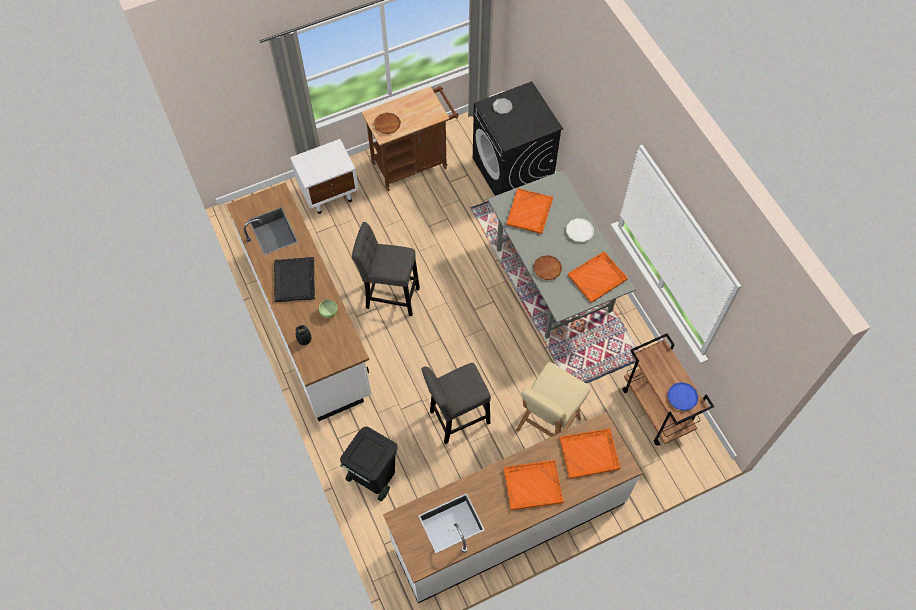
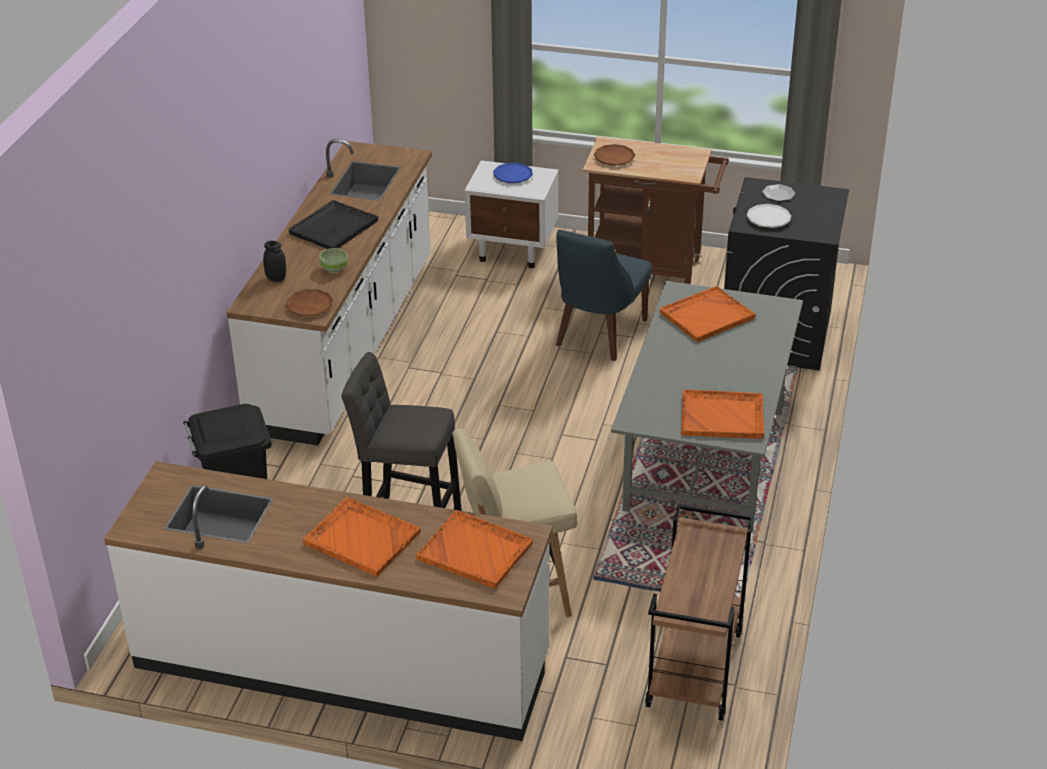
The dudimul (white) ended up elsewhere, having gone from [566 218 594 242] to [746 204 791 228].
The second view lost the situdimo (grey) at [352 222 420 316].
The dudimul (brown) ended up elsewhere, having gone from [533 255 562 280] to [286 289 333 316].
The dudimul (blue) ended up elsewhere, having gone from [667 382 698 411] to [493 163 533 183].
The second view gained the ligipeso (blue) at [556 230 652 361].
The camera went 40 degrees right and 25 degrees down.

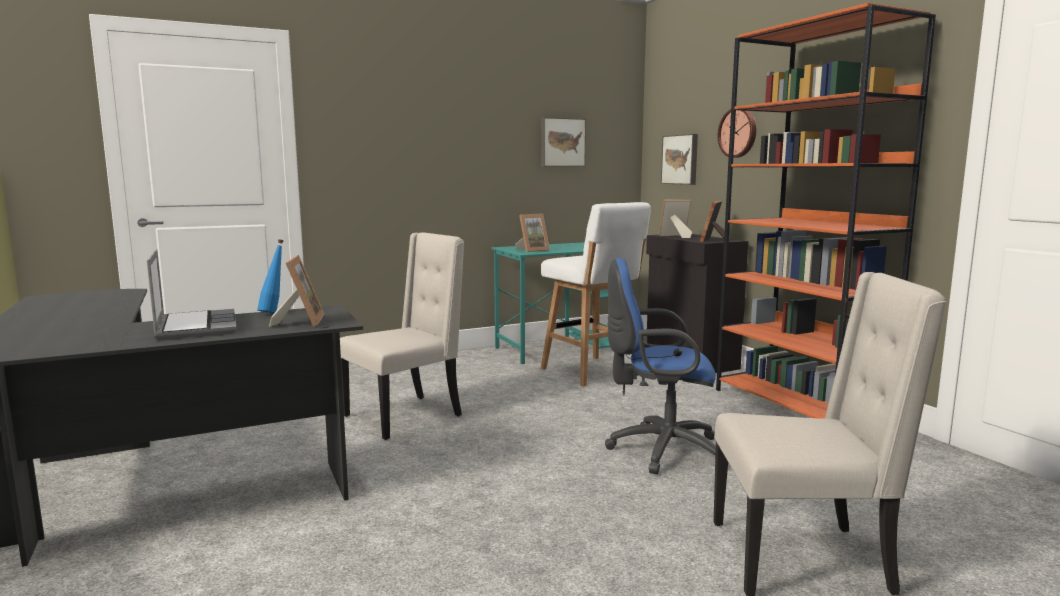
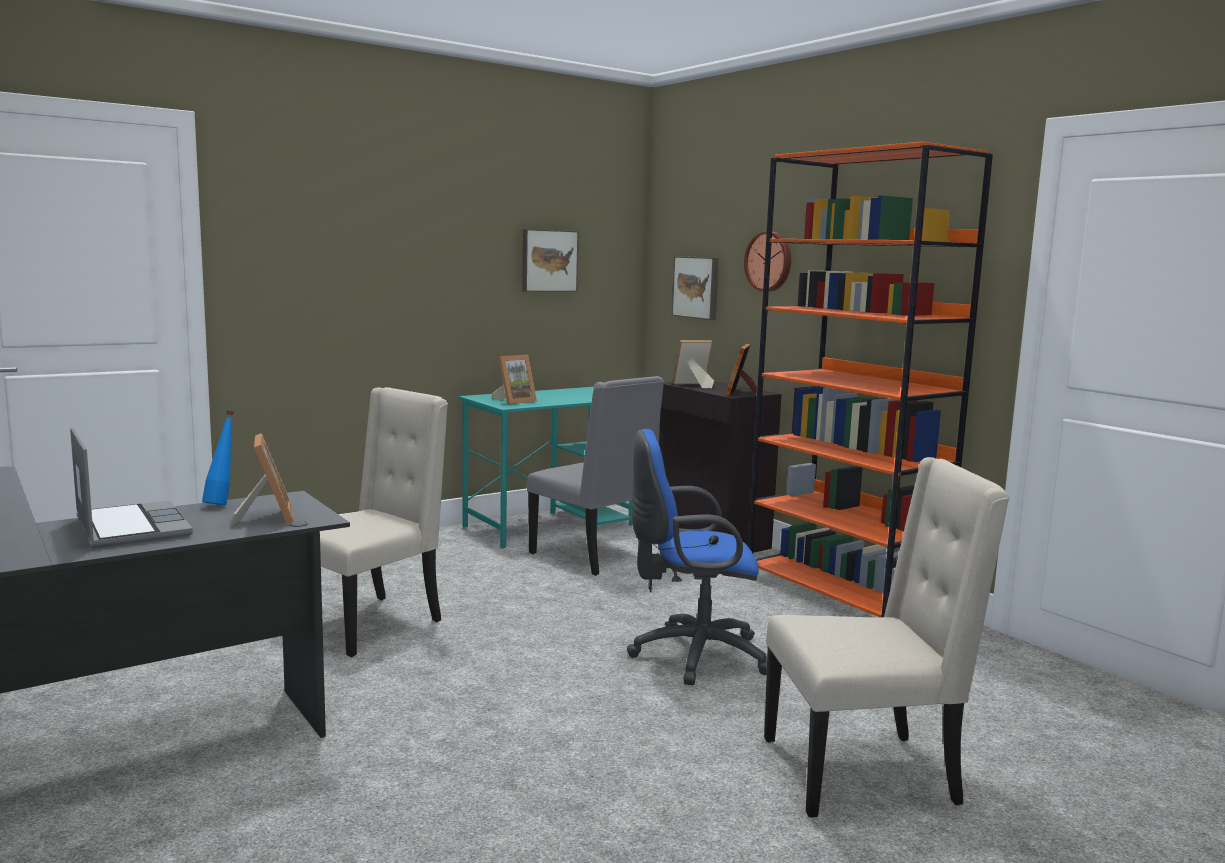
Where the situdimo (white) stood at [540 202 651 386], the ligipeso (grey) came to stand at [527 376 664 576].
The camera went 10 degrees left and 0 degrees up.

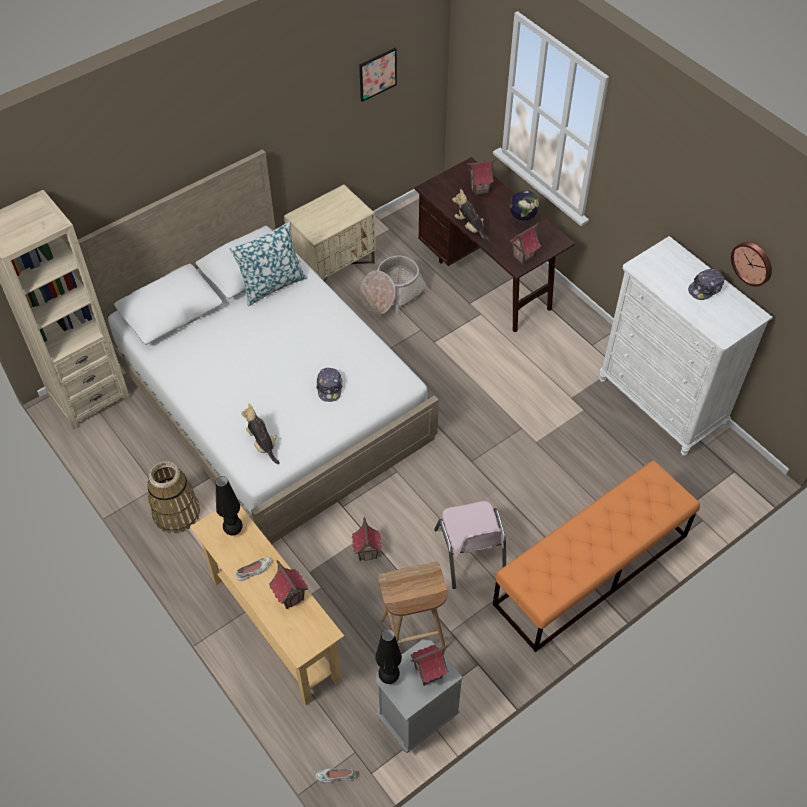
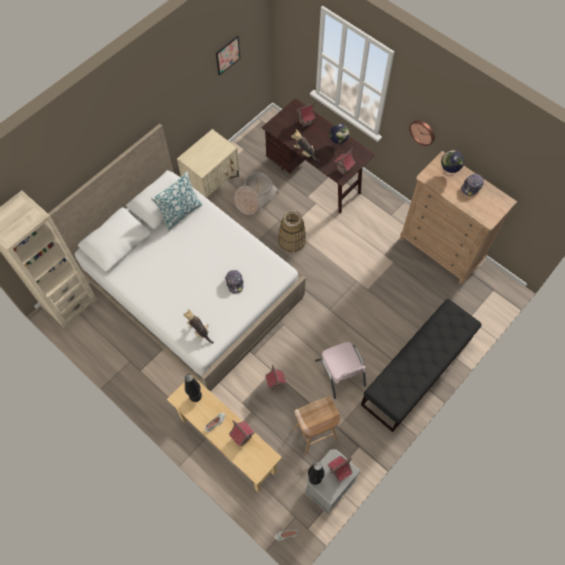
What was the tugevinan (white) at [599 236 773 456] turned into the tugevinan (brown) at [400 151 517 284].
The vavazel ended up elsewhere, having gone from [731 242 772 287] to [409 120 435 146].
The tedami ended up elsewhere, having gone from [147 461 200 533] to [278 210 306 253].
What was the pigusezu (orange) at [493 461 700 652] turned into the pigusezu (black) at [361 299 481 432].
The second view gained the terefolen at [441 150 464 176].
The camera went 10 degrees left and 10 degrees up.

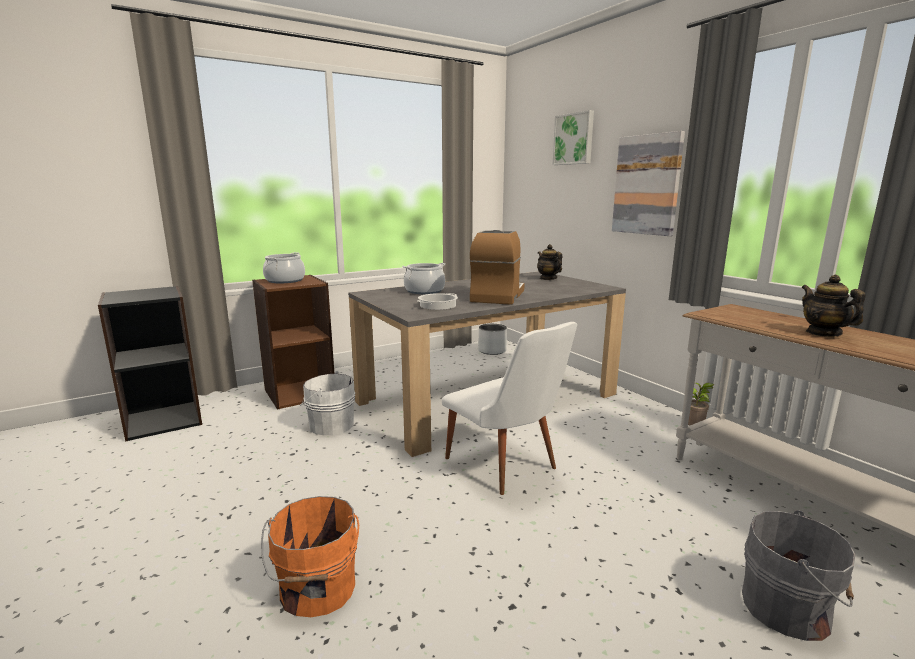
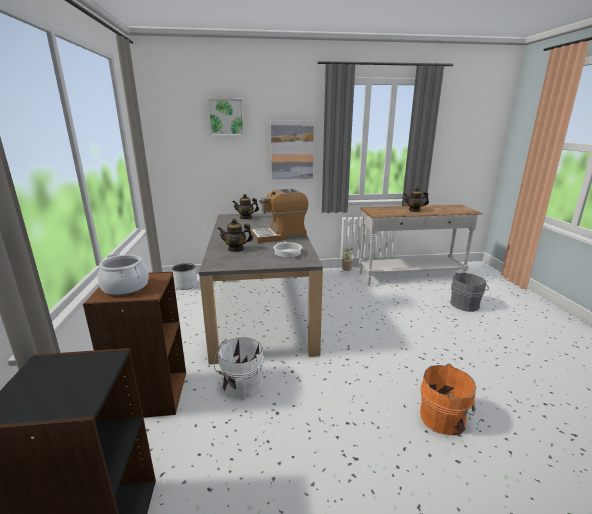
The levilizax at [469 230 525 305] ended up facing another way, 60 degrees counterclockwise from before.
Where the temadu stood at [402 263 446 294], the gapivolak came to stand at [217 219 253 252].
The second view lost the ligipeso (white) at [442 322 577 495].
The camera went 65 degrees left and 5 degrees up.

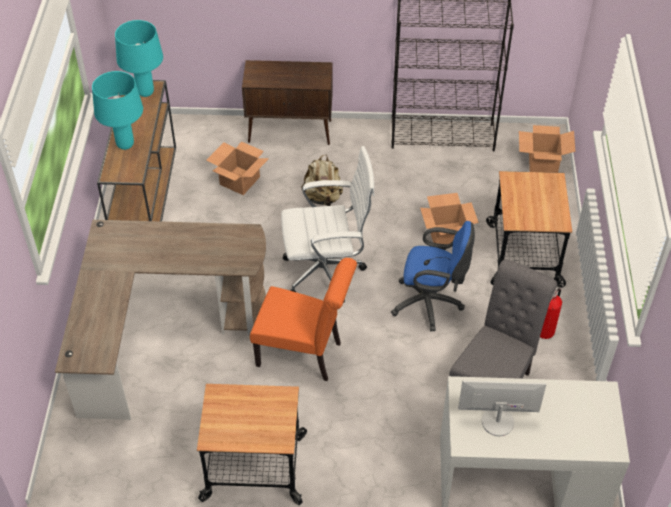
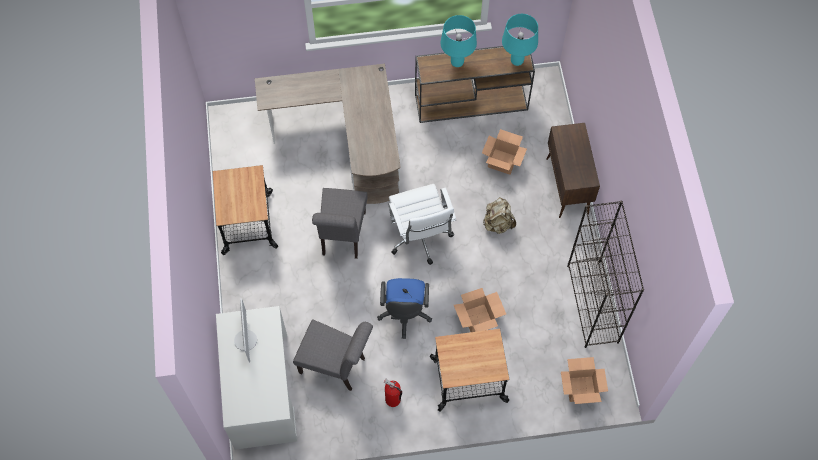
What was the ligipeso (orange) at [250 258 357 381] turned into the ligipeso (grey) at [312 188 367 259].
The camera went 80 degrees right and 15 degrees up.

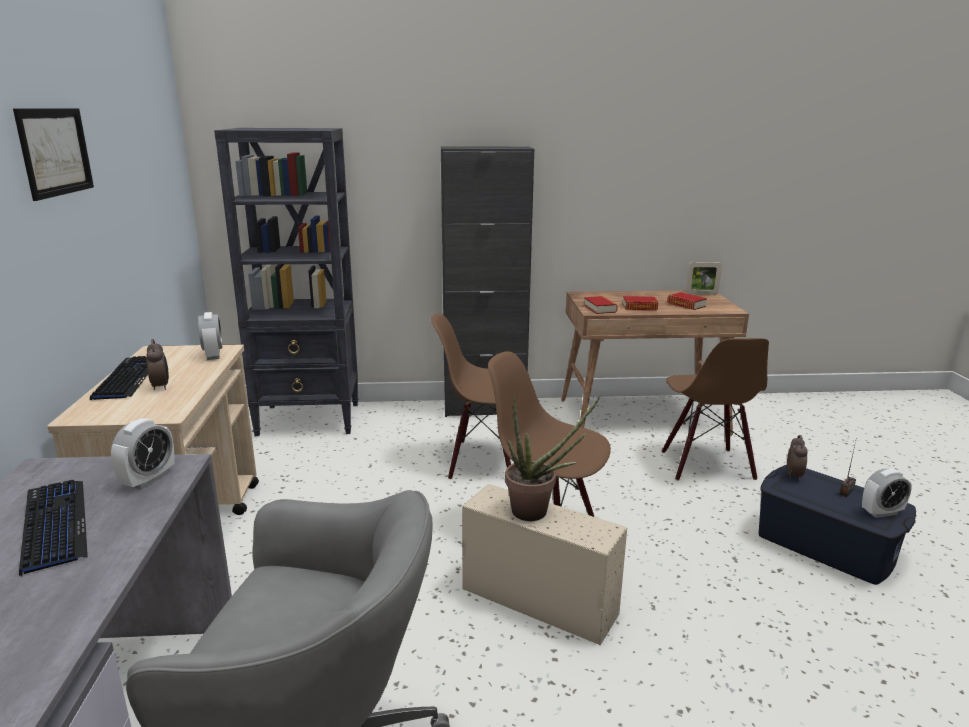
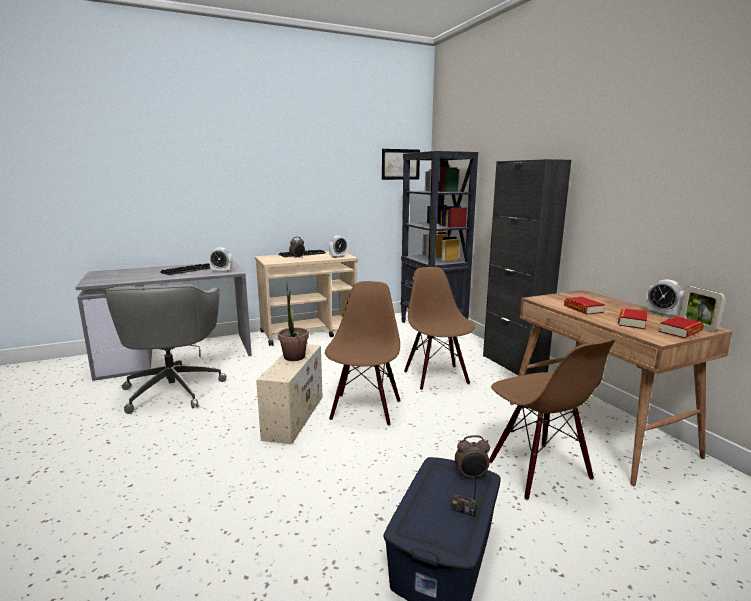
The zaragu ended up elsewhere, having gone from [13 108 94 201] to [382 149 420 180].
The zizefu ended up elsewhere, having gone from [584 296 618 314] to [659 316 704 338].
The ligipeso (brown) at [662 338 769 481] ended up facing another way, 90 degrees counterclockwise from before.
The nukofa ended up elsewhere, having gone from [862 469 912 518] to [646 279 684 318].
The camera went 70 degrees right and 5 degrees down.

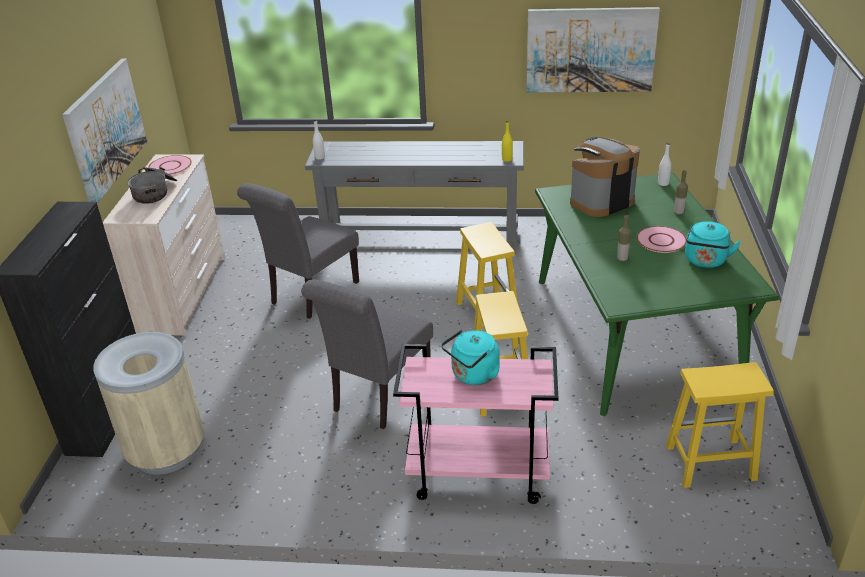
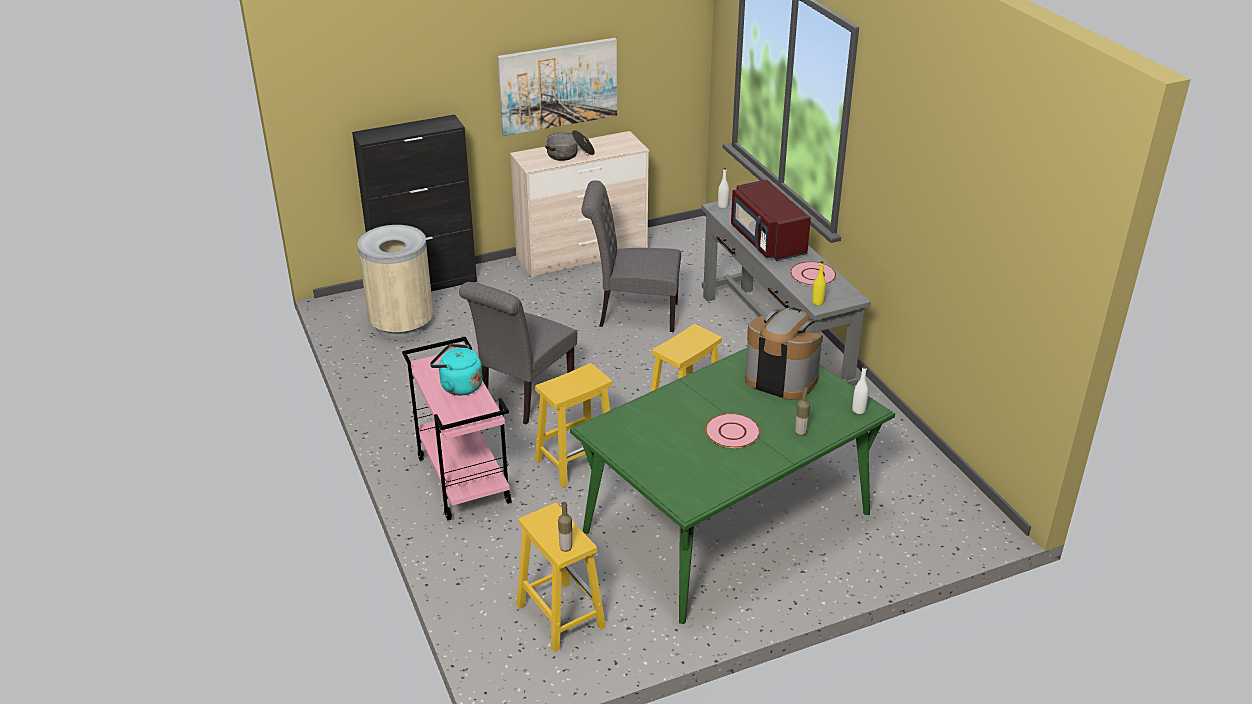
The second view lost the zaragu at [526 7 660 93].
The dudimul (pink) ended up elsewhere, having gone from [148 155 192 175] to [790 262 836 286].
The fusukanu ended up elsewhere, having gone from [617 215 631 262] to [558 502 572 552].
The second view lost the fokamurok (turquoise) at [685 221 741 268].
The ligipeso (grey) at [301 280 433 429] ended up facing another way, 60 degrees counterclockwise from before.
The second view gained the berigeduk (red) at [731 180 811 261].
The camera went 60 degrees right and 0 degrees up.

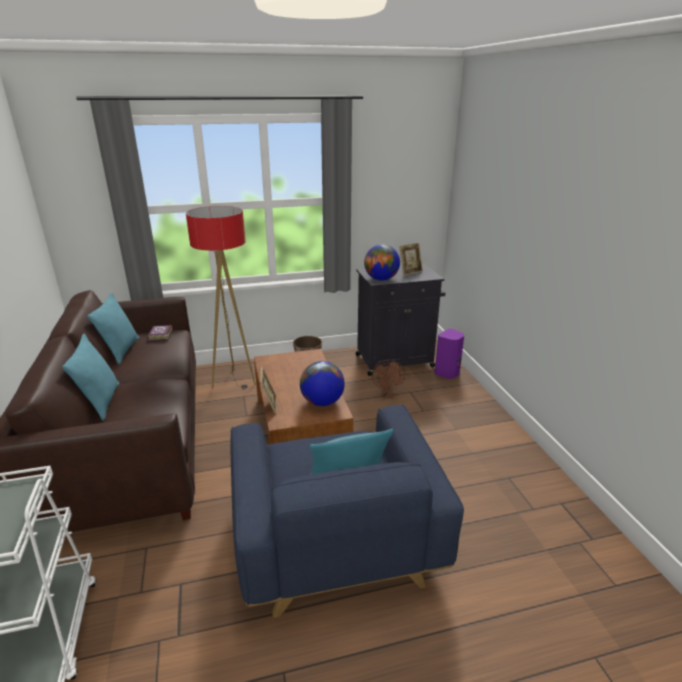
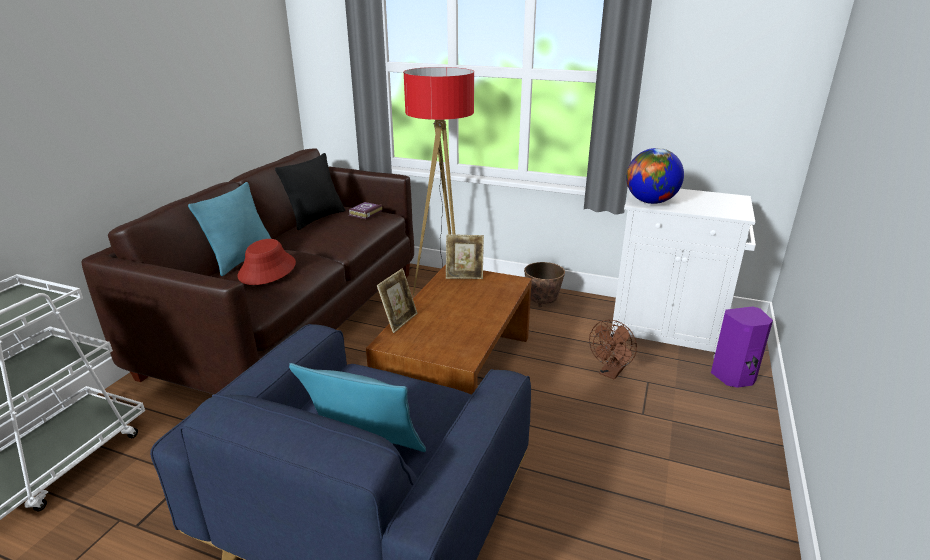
The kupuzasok ended up elsewhere, having gone from [399 243 423 276] to [446 234 484 279].
What was the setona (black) at [356 264 445 376] turned into the setona (white) at [611 189 756 358].
What was the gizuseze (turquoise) at [87 293 140 364] turned into the gizuseze (black) at [275 153 345 230].
The second view lost the terefolen at [300 361 345 406].
The second view gained the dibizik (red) at [238 239 296 285].
The camera went 35 degrees right and 0 degrees up.

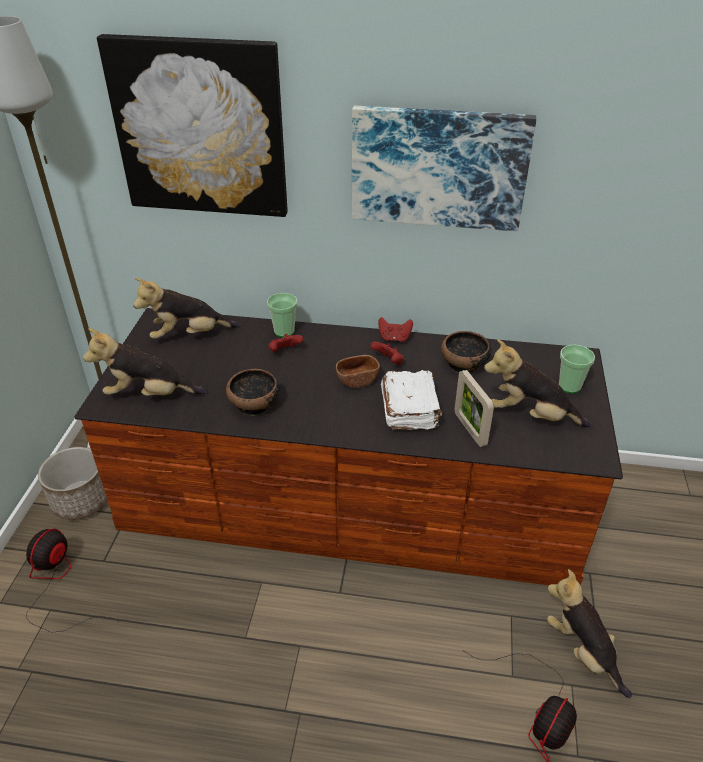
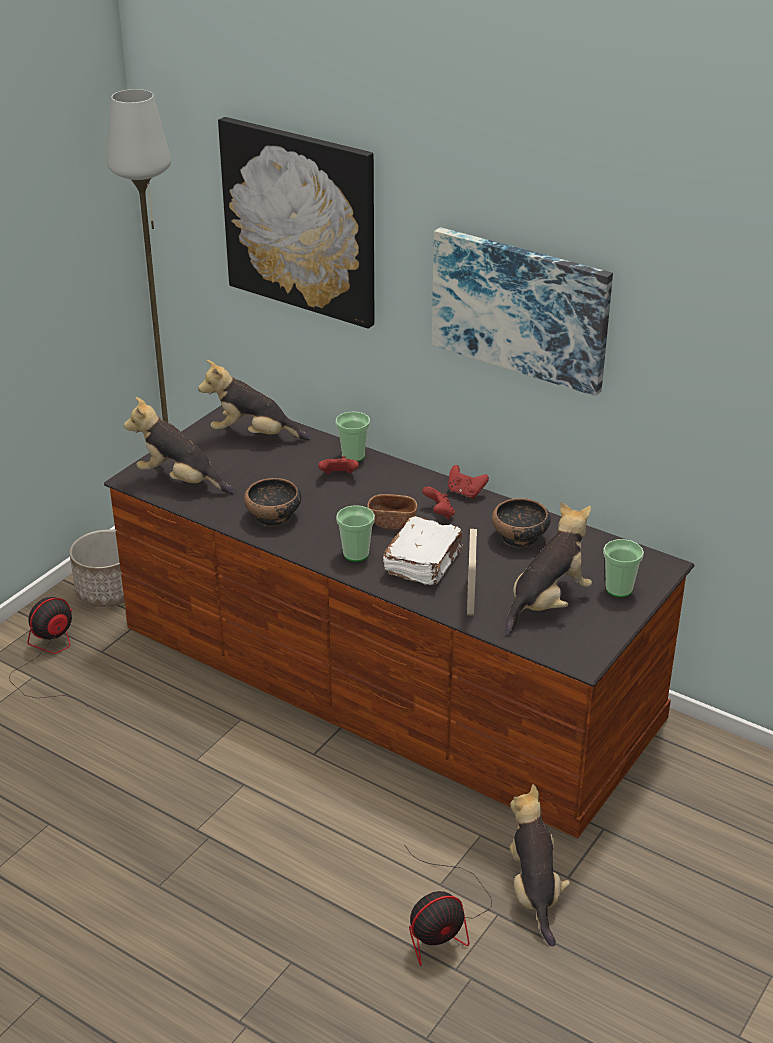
The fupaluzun at [484 339 591 427] ended up facing another way, 90 degrees clockwise from before.
The second view gained the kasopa at [336 505 375 562].
The camera went 25 degrees right and 5 degrees down.

